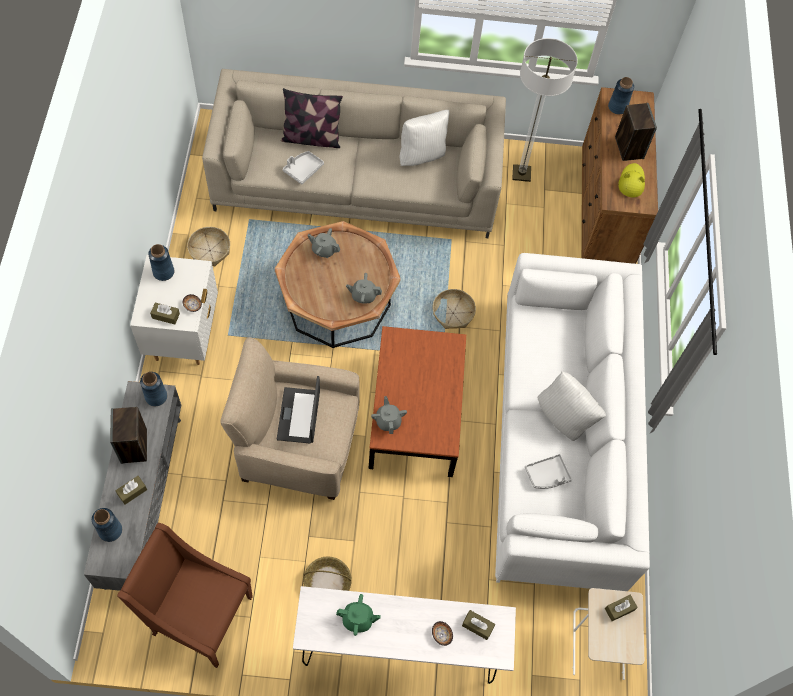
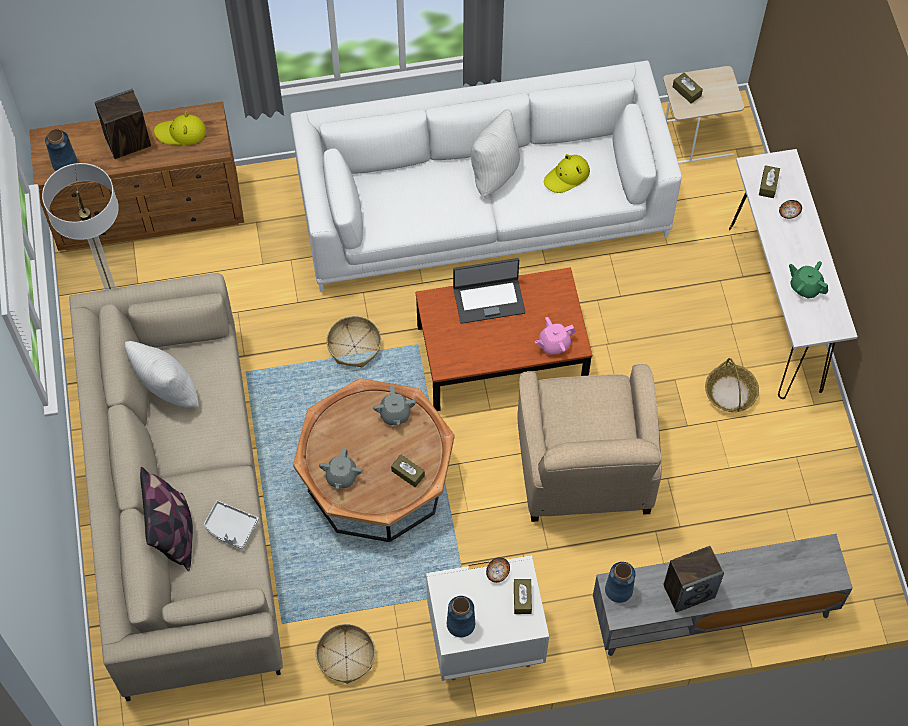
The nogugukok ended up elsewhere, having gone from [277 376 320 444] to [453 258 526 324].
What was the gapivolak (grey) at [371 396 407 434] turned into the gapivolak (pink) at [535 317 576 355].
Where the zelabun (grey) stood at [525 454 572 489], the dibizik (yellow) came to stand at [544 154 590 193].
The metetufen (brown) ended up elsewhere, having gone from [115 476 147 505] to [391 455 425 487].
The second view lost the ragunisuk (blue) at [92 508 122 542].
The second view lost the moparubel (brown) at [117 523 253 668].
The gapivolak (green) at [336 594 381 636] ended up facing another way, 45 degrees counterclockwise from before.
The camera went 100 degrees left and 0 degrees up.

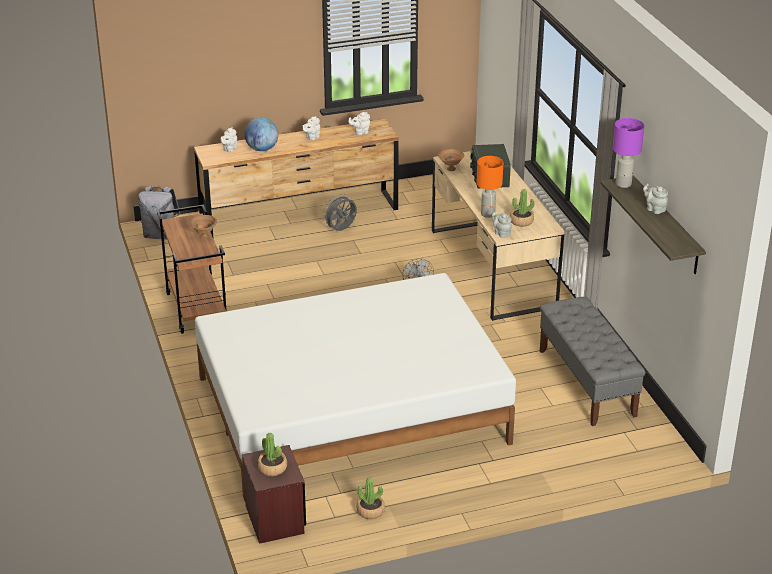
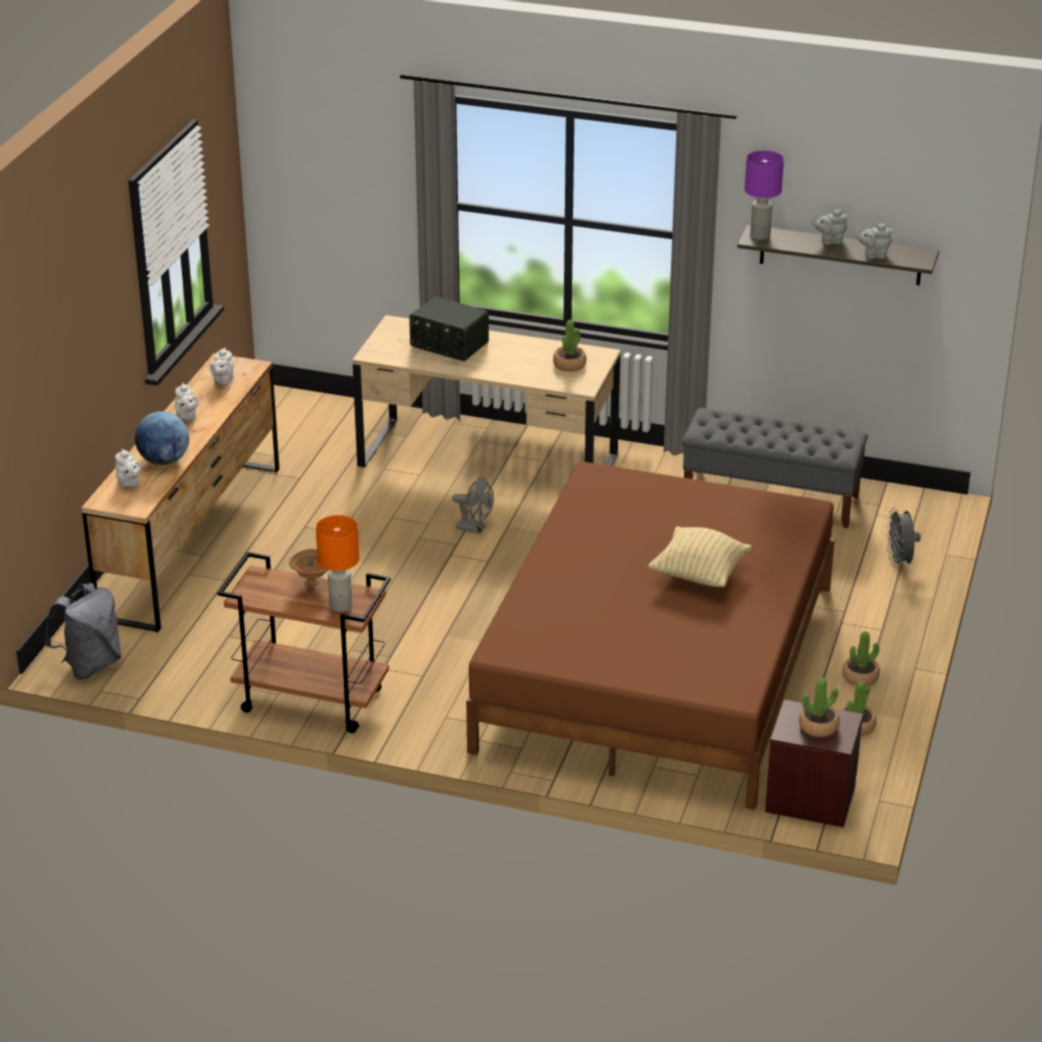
The second view lost the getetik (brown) at [438 149 464 171].
The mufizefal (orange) ended up elsewhere, having gone from [476 156 503 218] to [316 515 359 612].
The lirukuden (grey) ended up elsewhere, having gone from [323 194 357 231] to [886 508 921 568].
The gapivolak (grey) ended up elsewhere, having gone from [492 210 512 238] to [855 224 892 259].
What was the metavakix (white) at [195 273 516 501] turned into the metavakix (brown) at [466 461 835 810].
The second view gained the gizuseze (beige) at [648 526 752 587].
The second view gained the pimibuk at [842 631 880 686].
The camera went 55 degrees left and 0 degrees up.

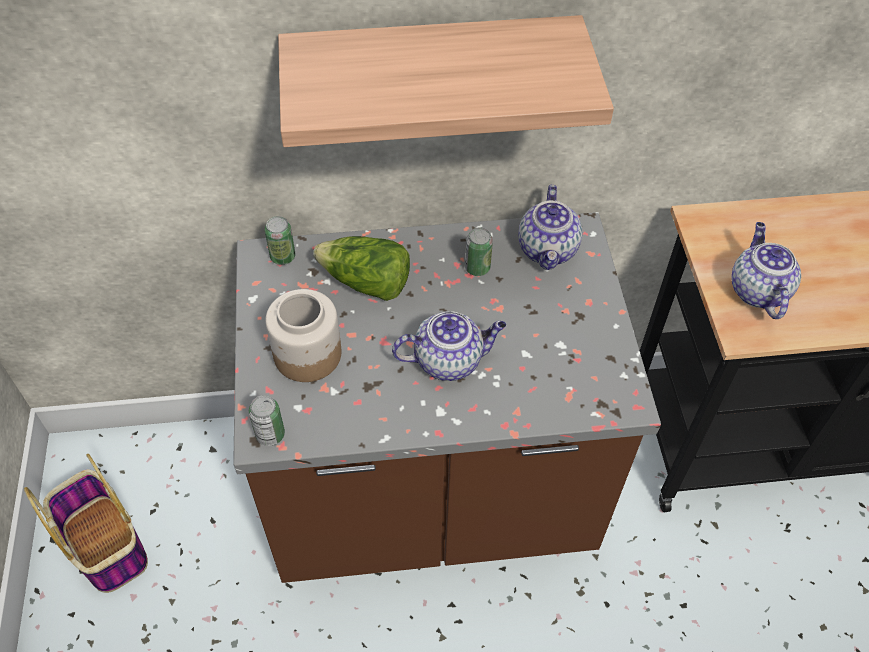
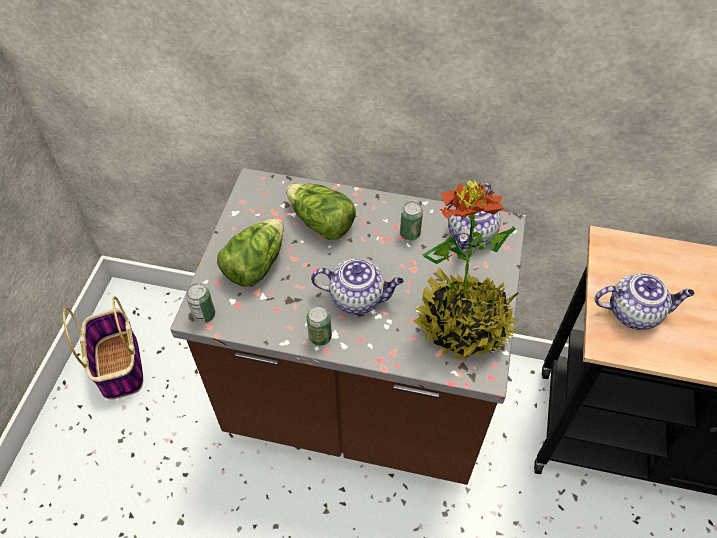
The second view lost the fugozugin at [278 15 614 147].
The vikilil ended up elsewhere, having gone from [265 216 296 265] to [307 305 332 346].
The gapivolak at [731 222 801 319] ended up facing another way, 75 degrees clockwise from before.
Where the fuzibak stood at [265 289 341 382], the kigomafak came to stand at [217 218 284 287].
The second view gained the pimibuk at [413 180 518 361].
The camera went 20 degrees right and 0 degrees up.

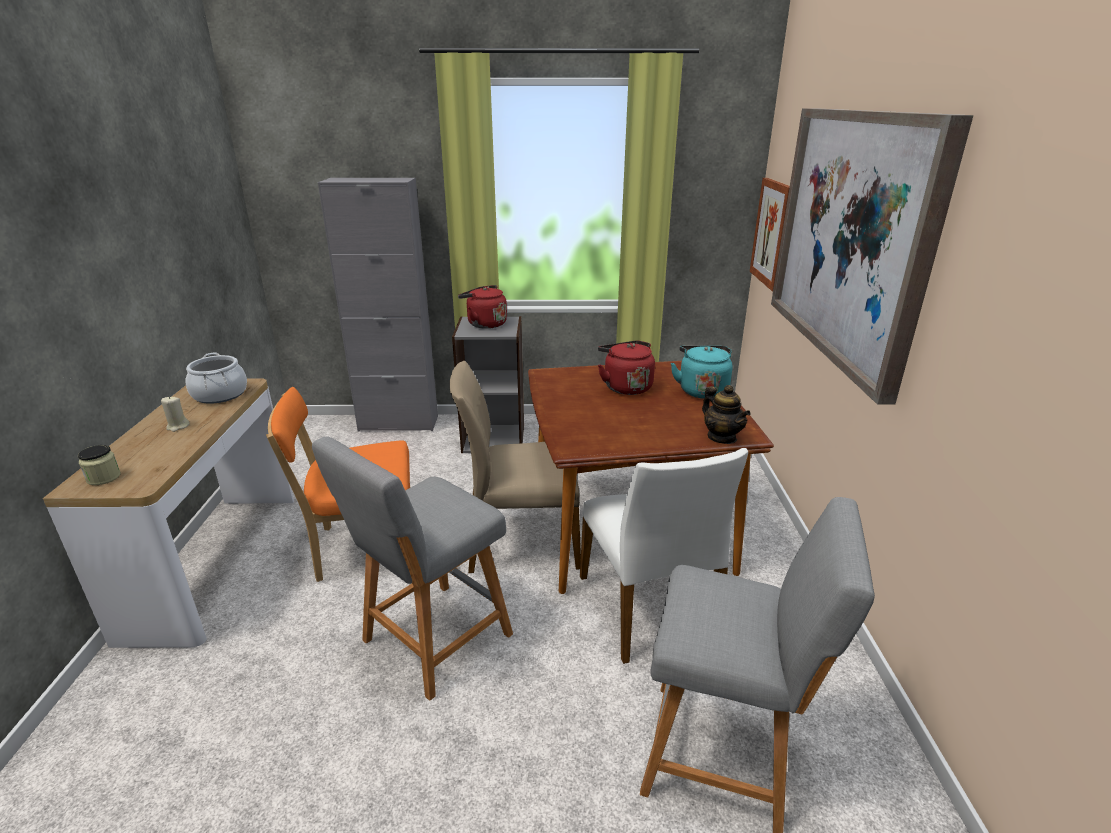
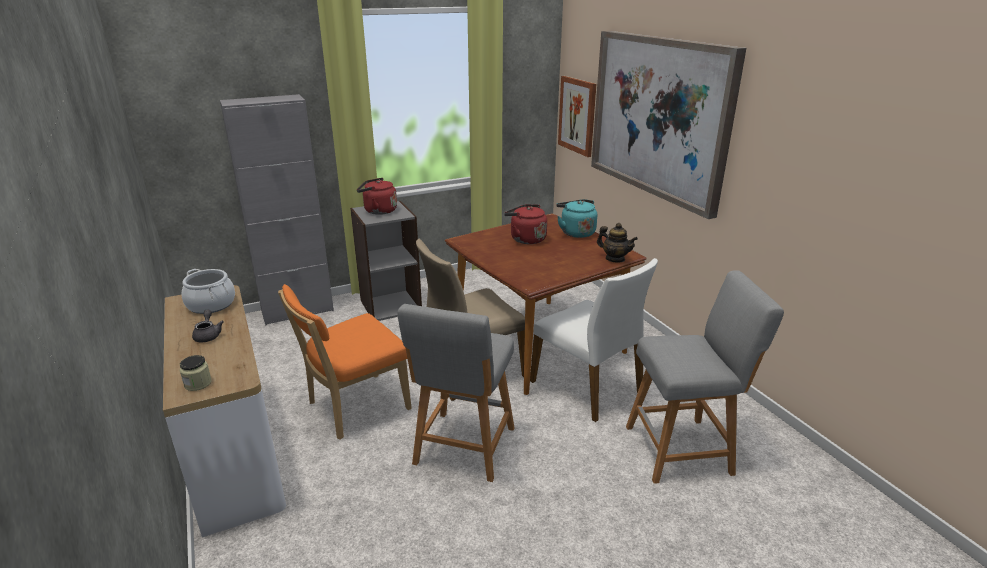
Where the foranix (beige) stood at [161 396 190 432], the gapivolak (grey) came to stand at [192 309 224 343].
The camera went 25 degrees left and 0 degrees up.

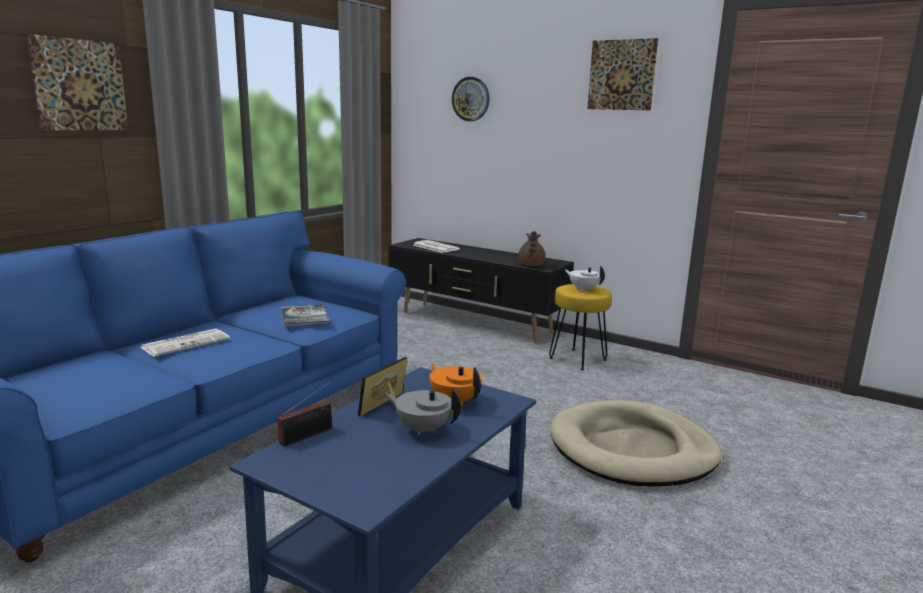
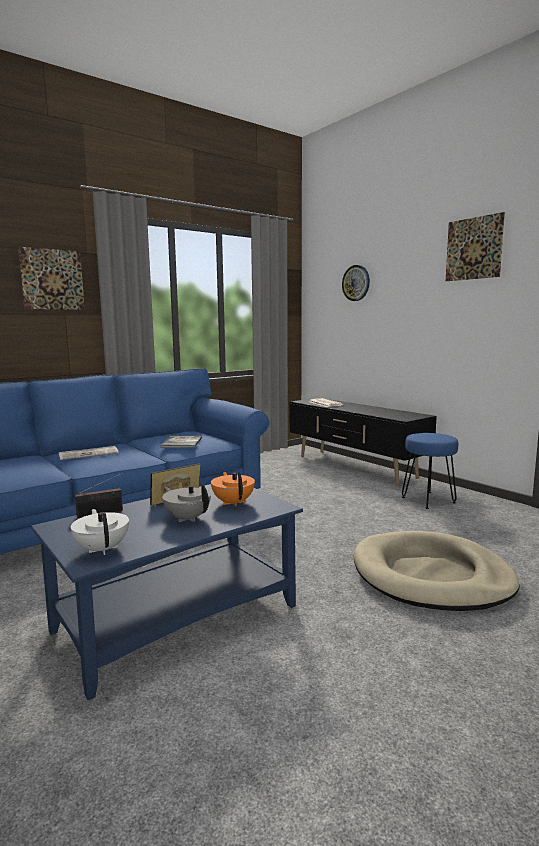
The second view lost the gapivolak (brown) at [518 231 546 266].
The gapivolak (white) ended up elsewhere, having gone from [565 266 605 291] to [71 509 129 555].
What was the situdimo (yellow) at [549 284 612 370] turned into the situdimo (blue) at [402 433 458 509].
The camera went 20 degrees right and 5 degrees down.

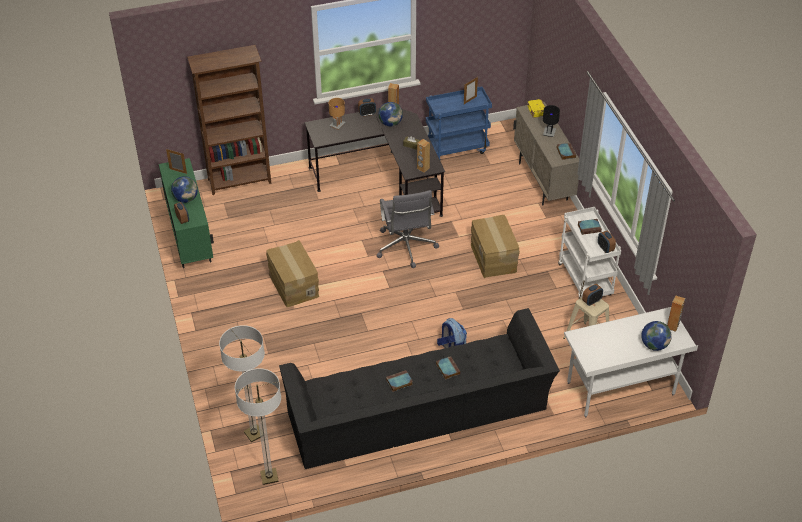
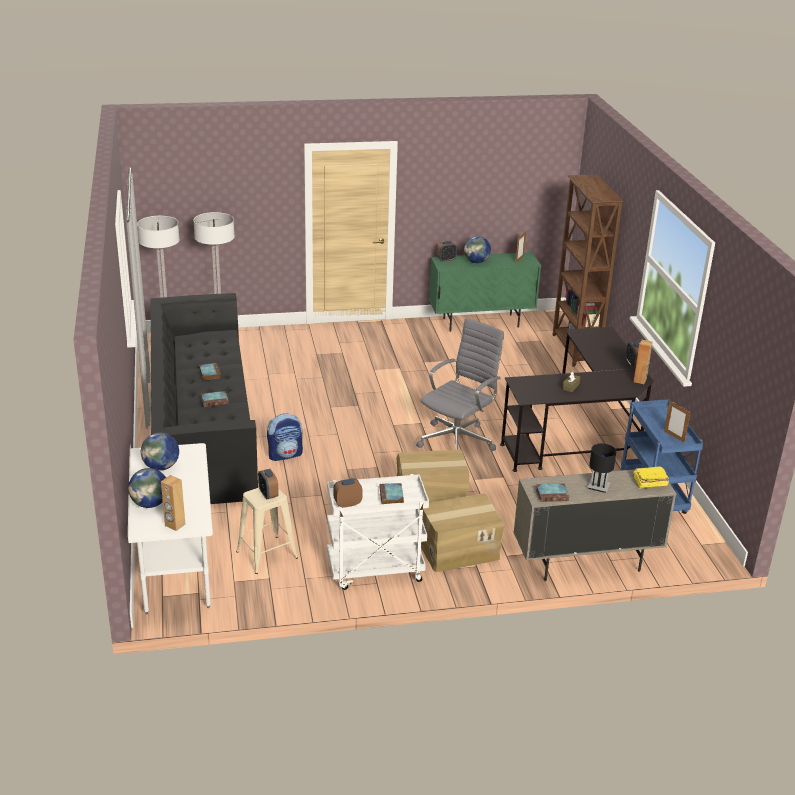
The second view lost the mufizefal (brown) at [329 98 346 130].
The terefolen ended up elsewhere, having gone from [378 102 403 126] to [141 433 179 471].
The second view lost the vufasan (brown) at [417 139 430 173].
The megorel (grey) at [377 190 439 268] ended up facing another way, 135 degrees clockwise from before.
The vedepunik ended up elsewhere, having gone from [266 240 319 307] to [421 493 504 572].
The camera went 95 degrees right and 15 degrees down.

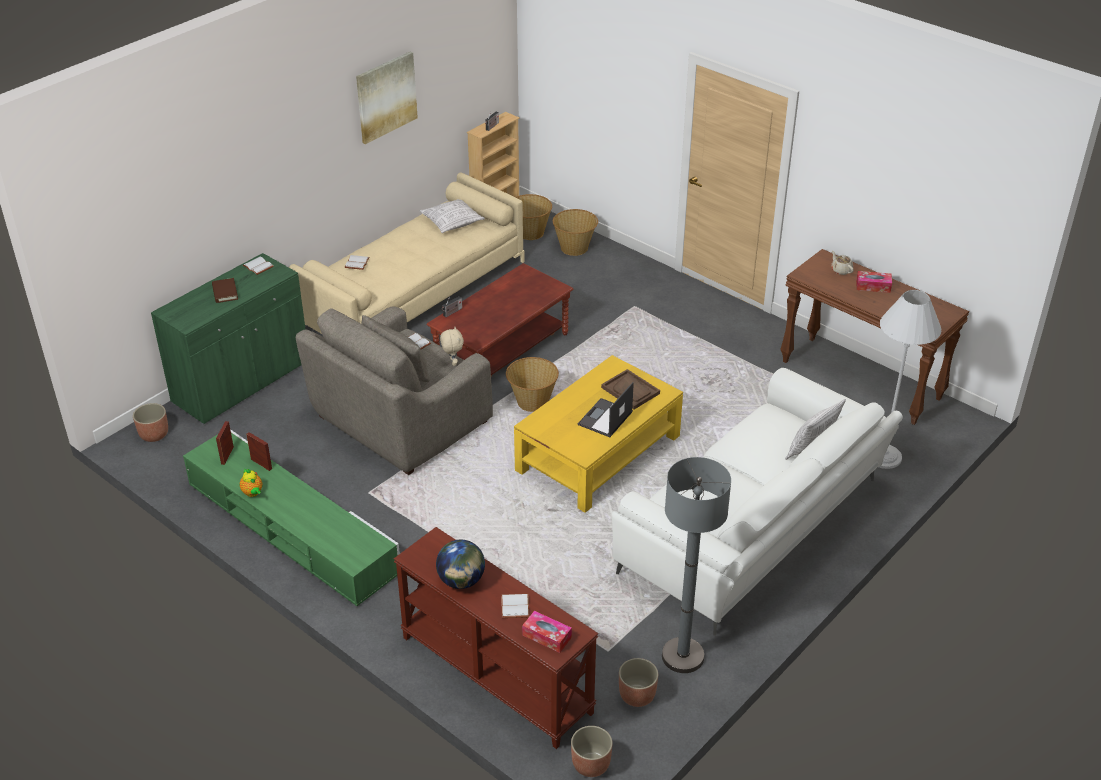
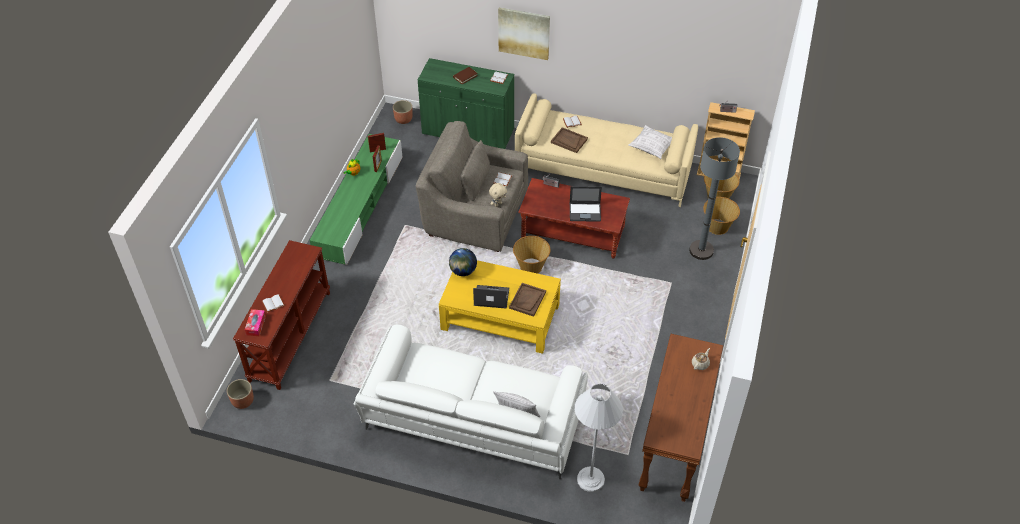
The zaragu ended up elsewhere, having gone from [356 51 418 144] to [498 7 550 60].
The second view lost the metetufen at [856 271 892 293].
The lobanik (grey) ended up elsewhere, having gone from [662 457 731 673] to [689 137 740 260].
The terefolen ended up elsewhere, having gone from [436 540 485 589] to [449 248 477 276].
The second view lost the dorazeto at [619 658 658 707].
The second view gained the zelabun (brown) at [551 127 588 153].
The second view gained the nogugukok at [570 186 602 222].
The camera went 65 degrees right and 10 degrees up.

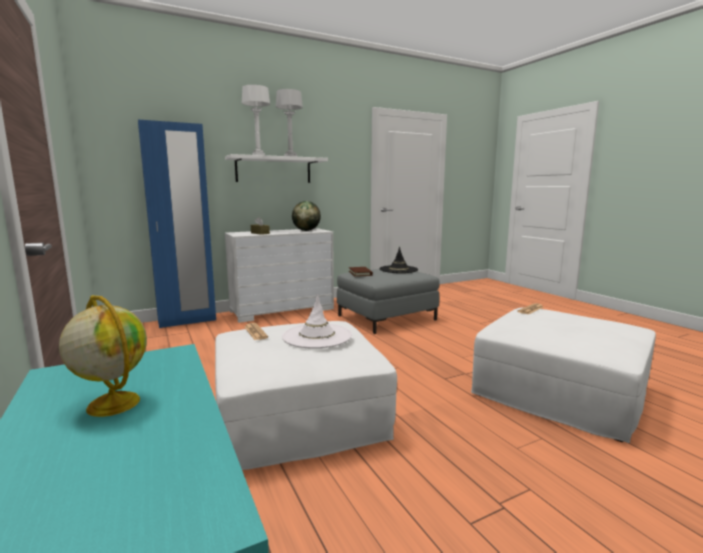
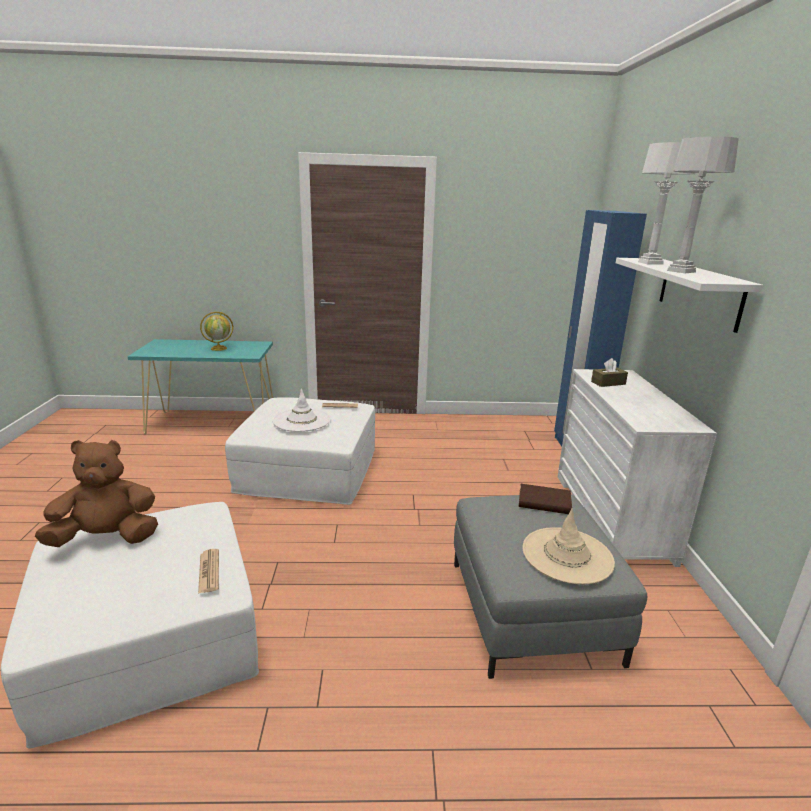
The second view lost the terefolen at [292 201 321 231].
What was the dibizik (black) at [380 247 418 273] turned into the dibizik (beige) at [523 508 615 585].
The second view gained the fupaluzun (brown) at [35 440 158 547].
The camera went 115 degrees right and 10 degrees up.

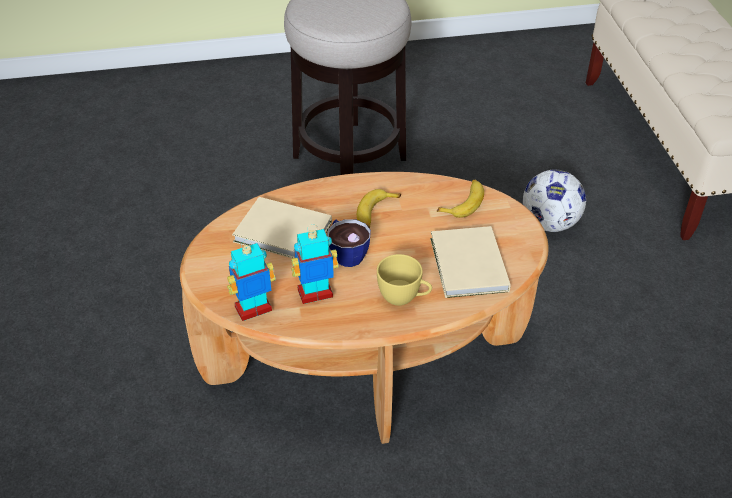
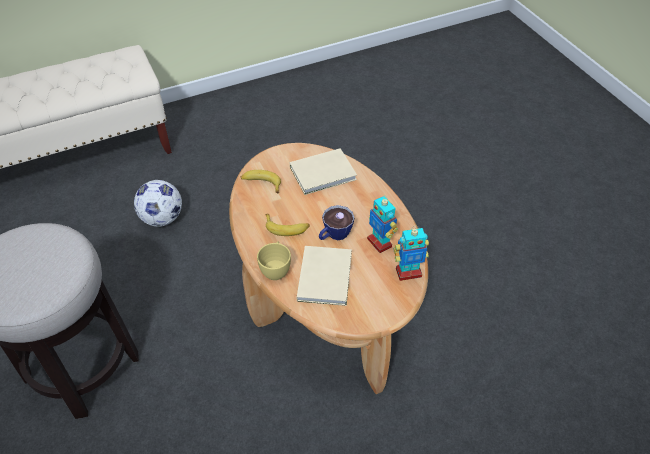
The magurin at [227 240 276 321] ended up facing another way, 60 degrees counterclockwise from before.
The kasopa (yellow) ended up elsewhere, having gone from [377 254 432 306] to [257 242 291 280].
The camera went 105 degrees left and 5 degrees up.

